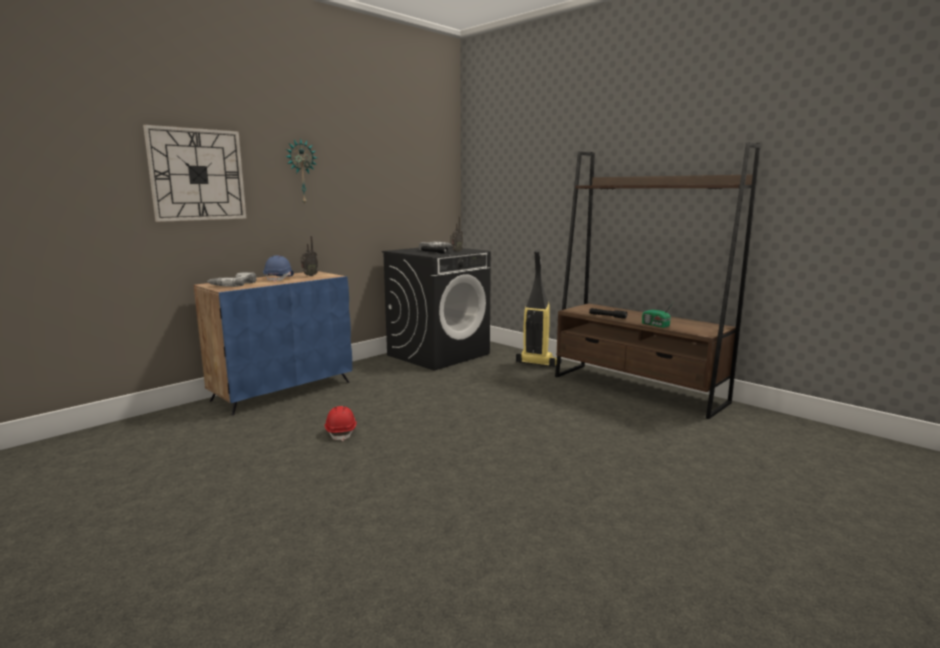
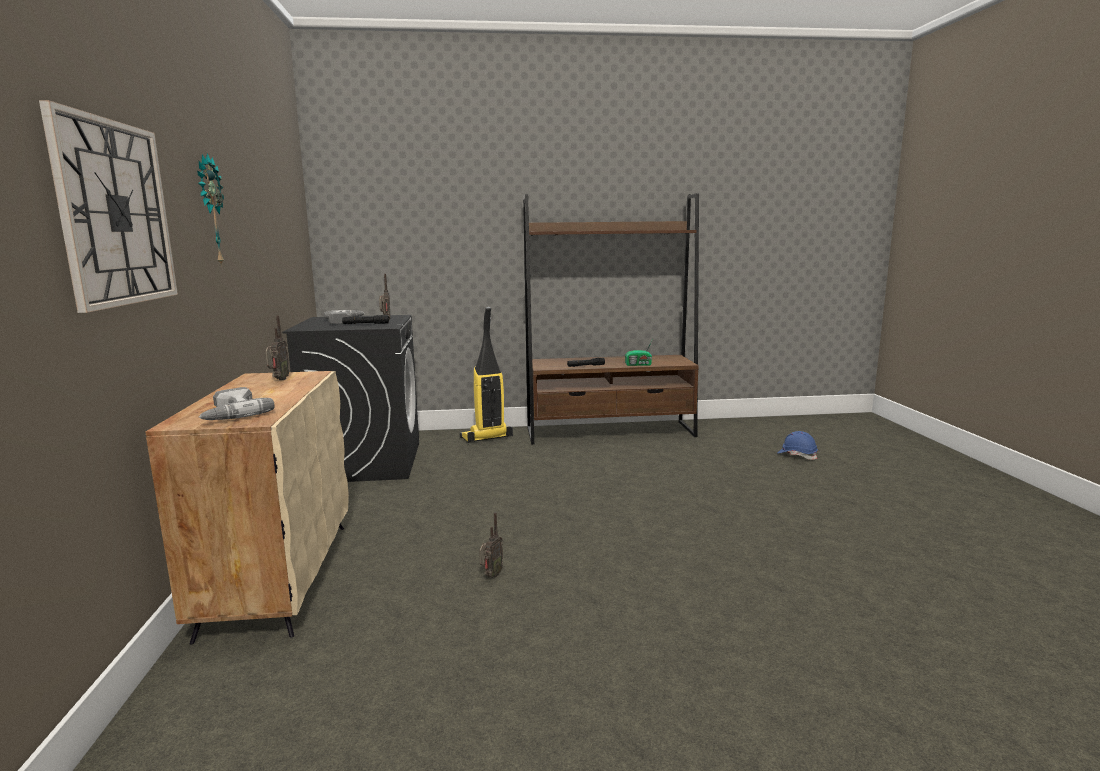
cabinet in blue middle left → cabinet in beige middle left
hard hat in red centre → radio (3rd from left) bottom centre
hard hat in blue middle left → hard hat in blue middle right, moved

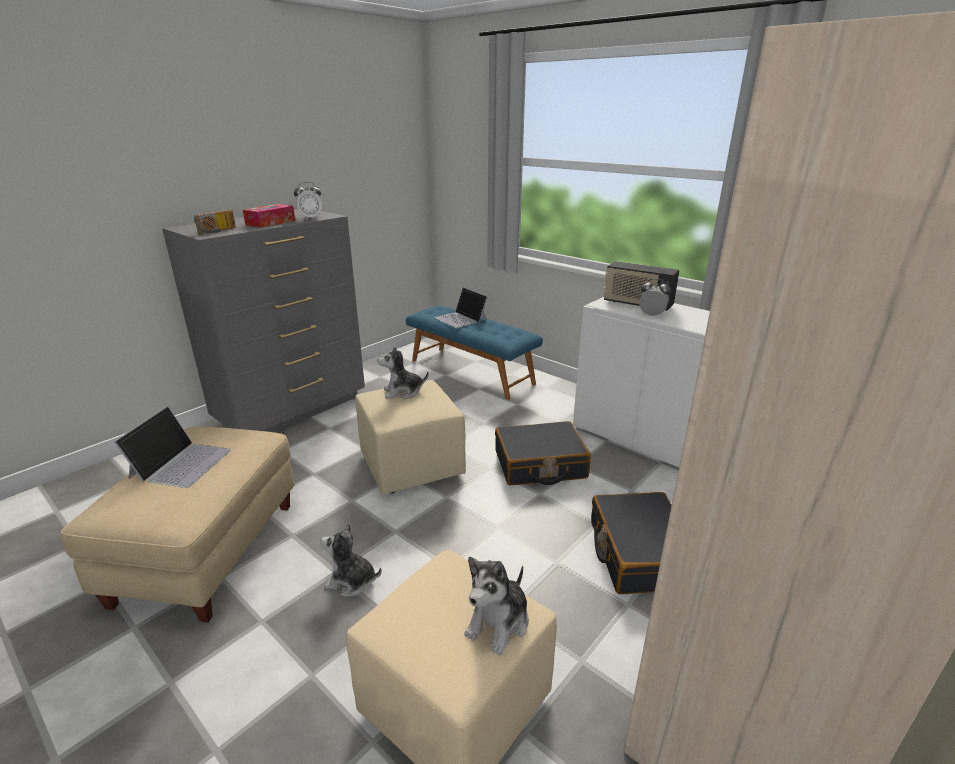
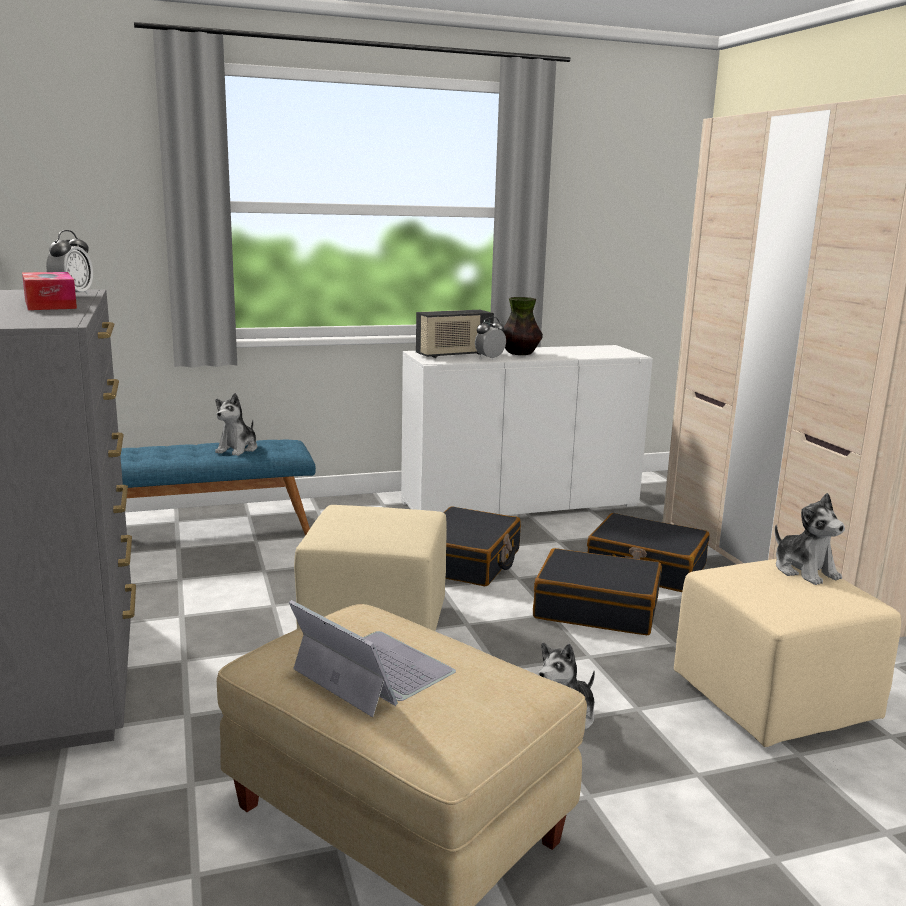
plush toy (2nd from left in the first image) centre → plush toy (1st from left) middle left, moved
- → vase centre
- → suitcase in black (2nd from left) centre
radio (1st from left) top left → -
laptop (2nd from left) centre → -

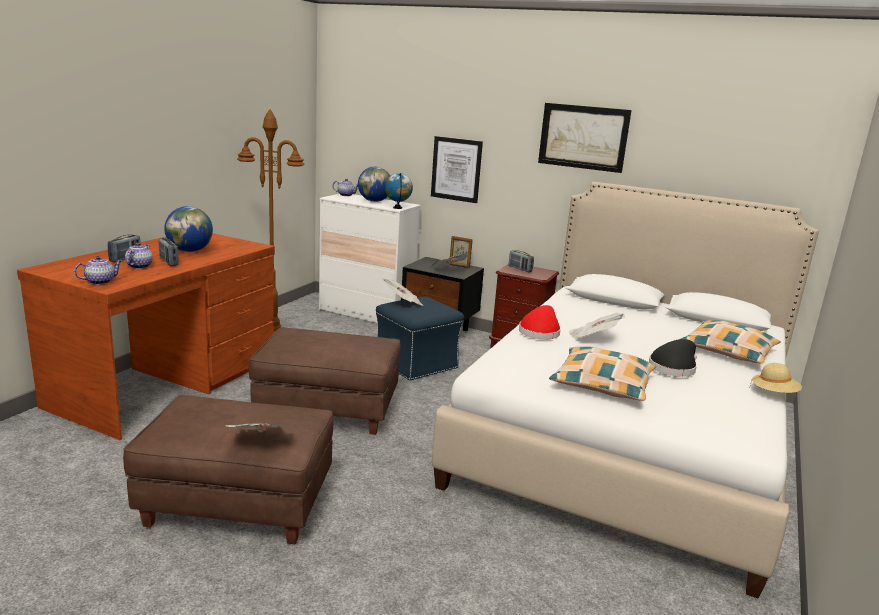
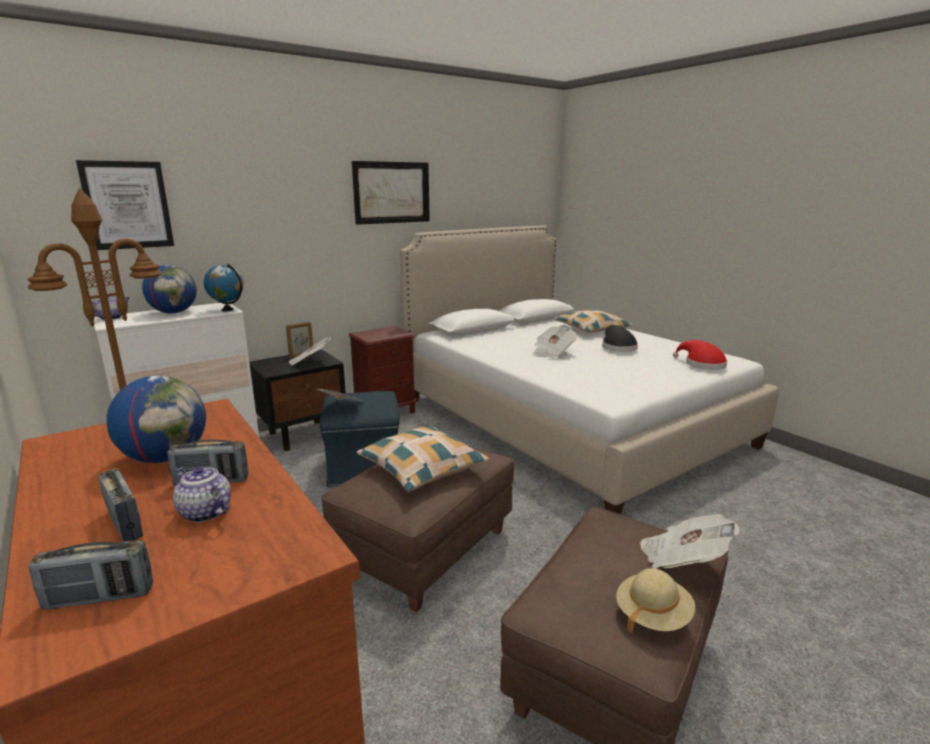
radio (3rd from left in the first image) centre → radio (1st from left) bottom left, moved
picture (1st from left) top centre → picture (1st from left) top left, moved
pillow (1st from left) middle right → pillow (1st from left) centre, moved
hat in beige middle right → hat in beige bottom right, moved
hat in red centre → hat in red middle right, moved
teapot (1st from left) middle left → -

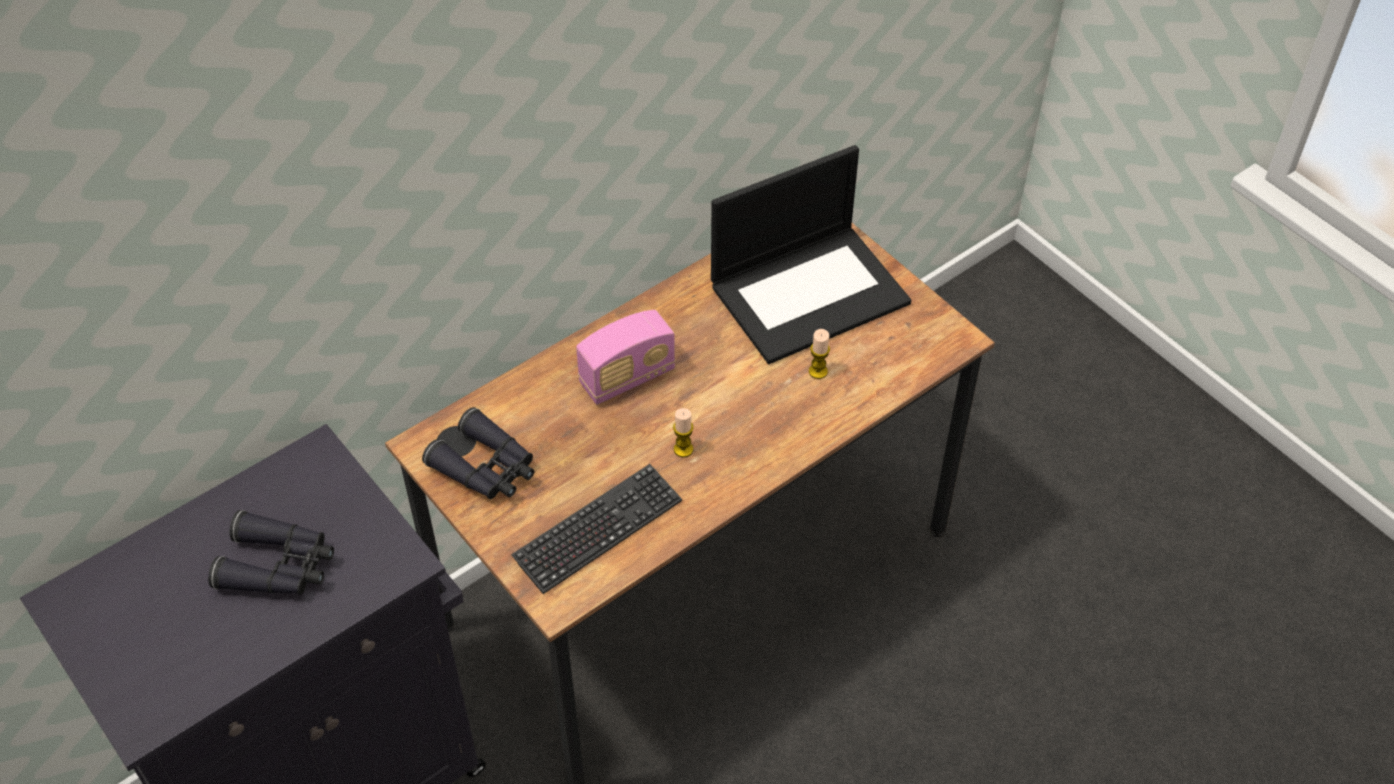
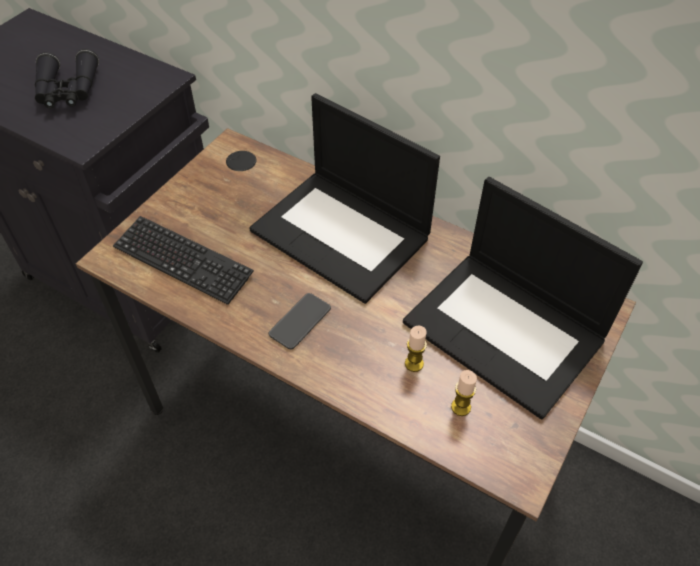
radio centre → laptop (1st from left) centre
- → phone centre
candle (1st from left in the first image) centre → candle (2nd from left) bottom centre, moved
binoculars in black (2nd from left) centre → -

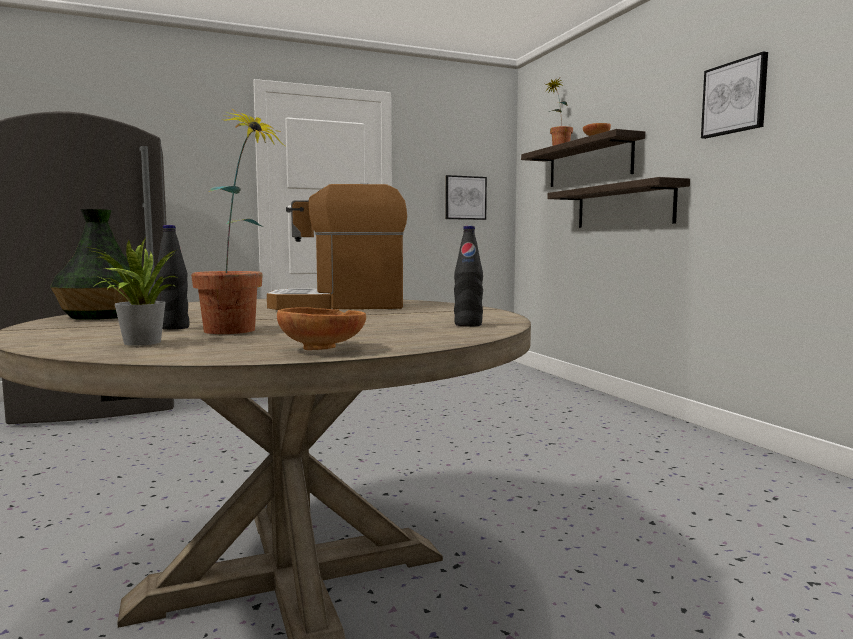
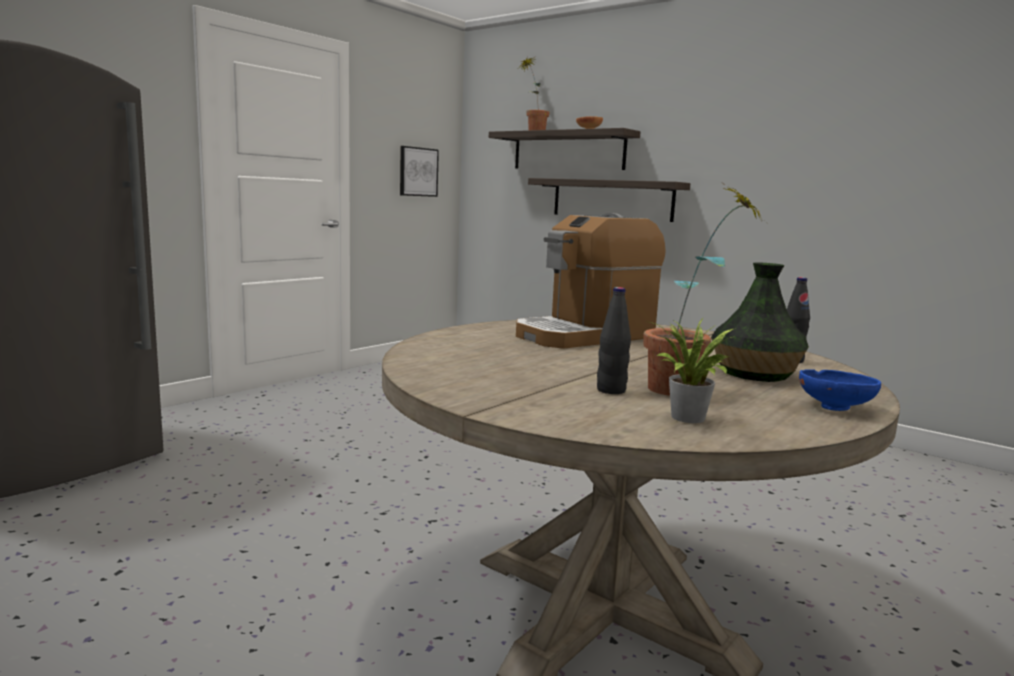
vase middle left → vase middle right, moved
bowl in brown (1st from left) centre → bowl in blue middle right
picture (2nd from left) top right → -

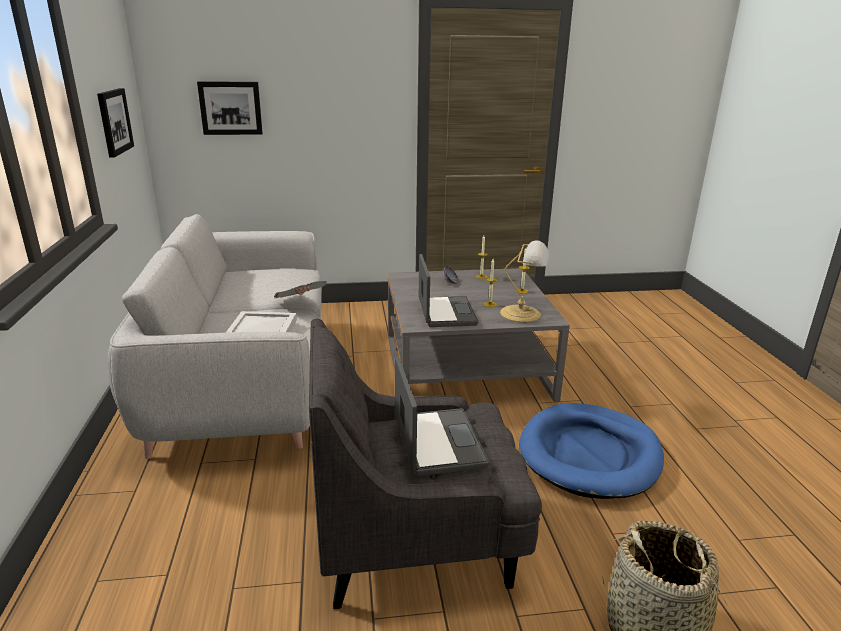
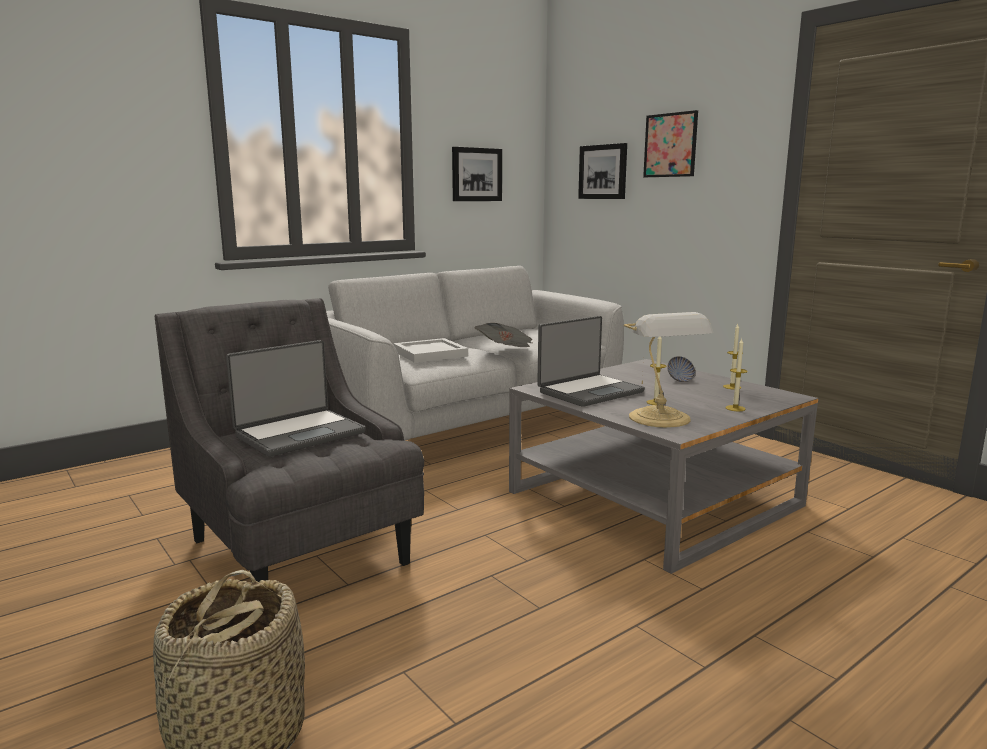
- → picture (3rd from left) top right
dog bed in blue bottom right → -

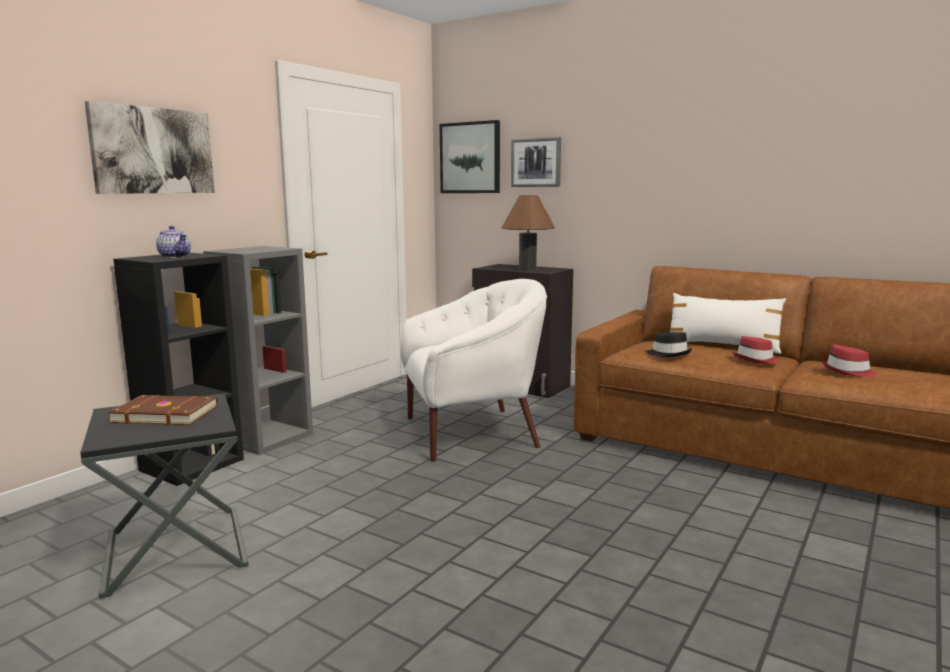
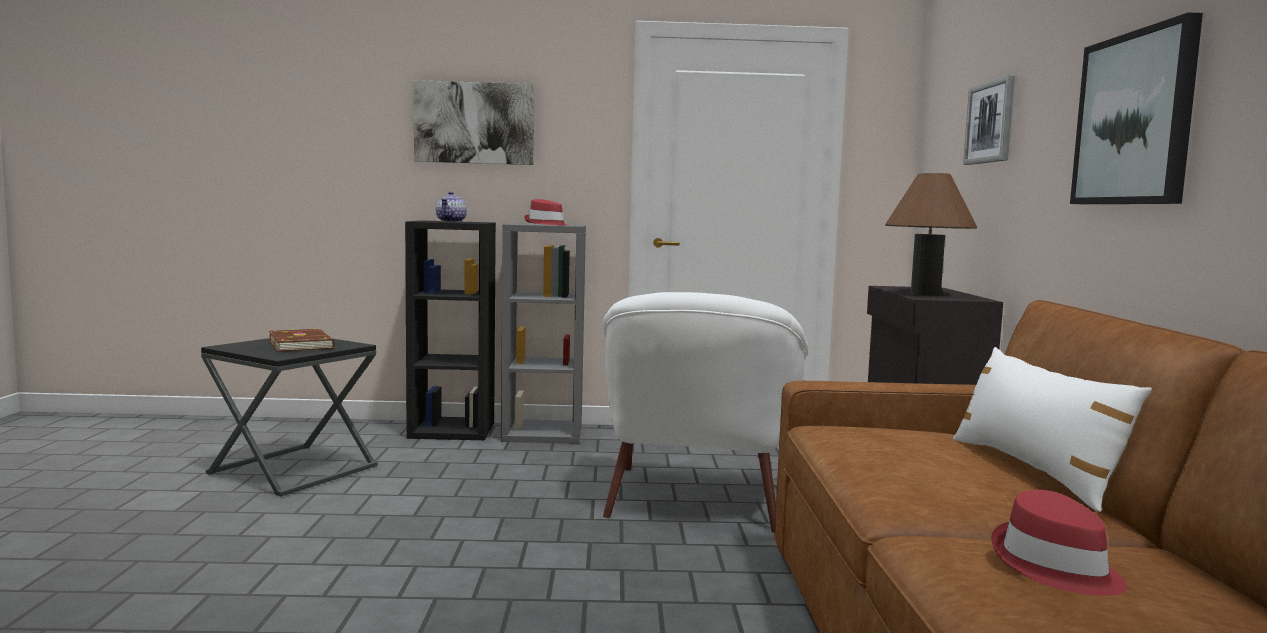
hat in red (1st from left) middle right → hat in red (1st from left) centre, moved
armchair in white centre, 60 degrees clockwise
picture (2nd from left in the first image) top centre → picture (3rd from left) top right, moved
hat in black middle right → -

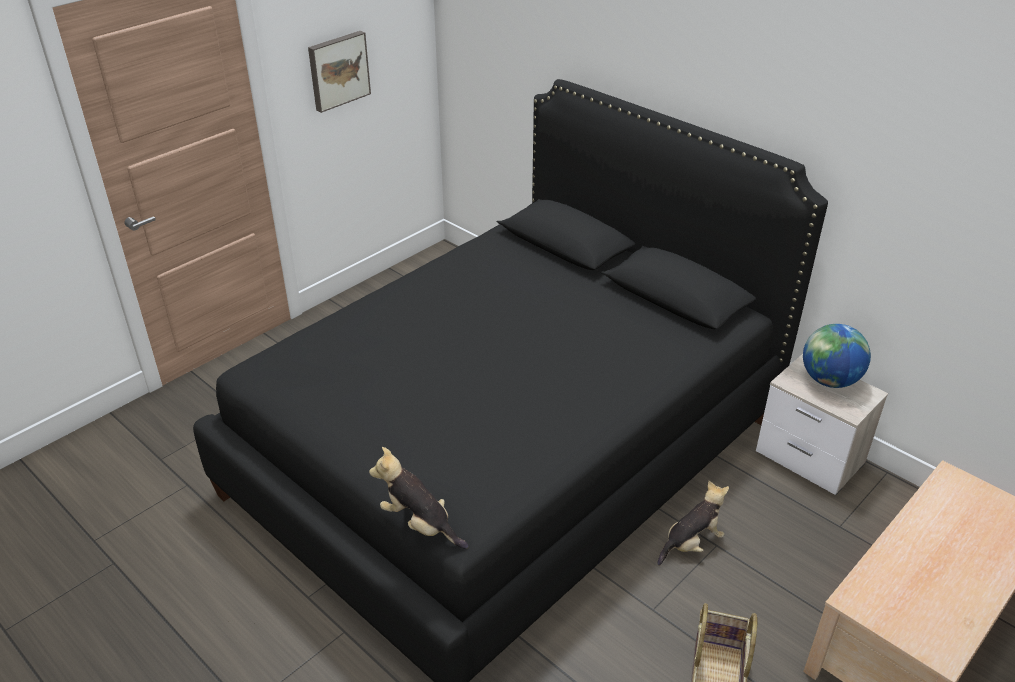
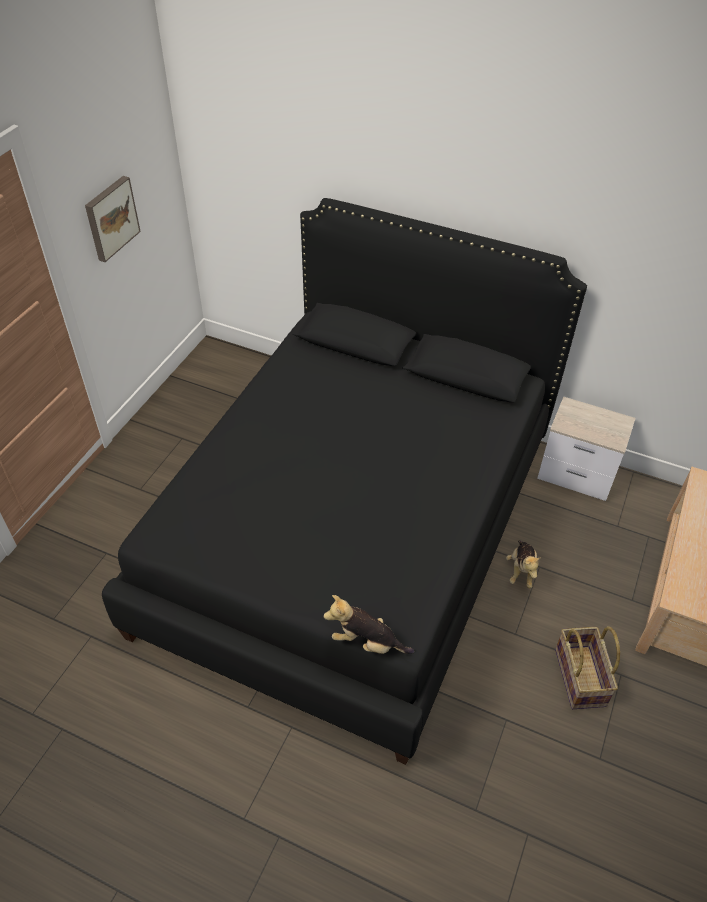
plush toy (2nd from left) bottom right → plush toy (2nd from left) middle right, 150 degrees clockwise
globe middle right → -

